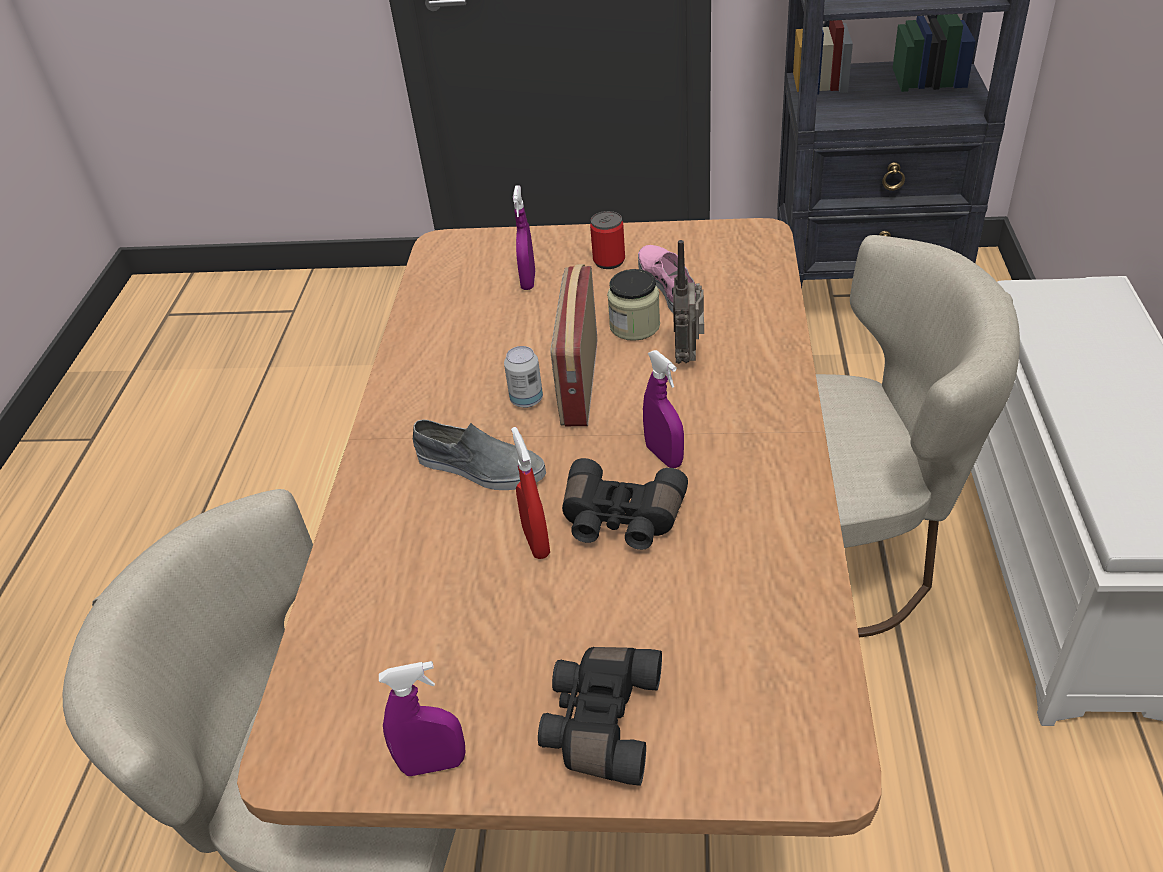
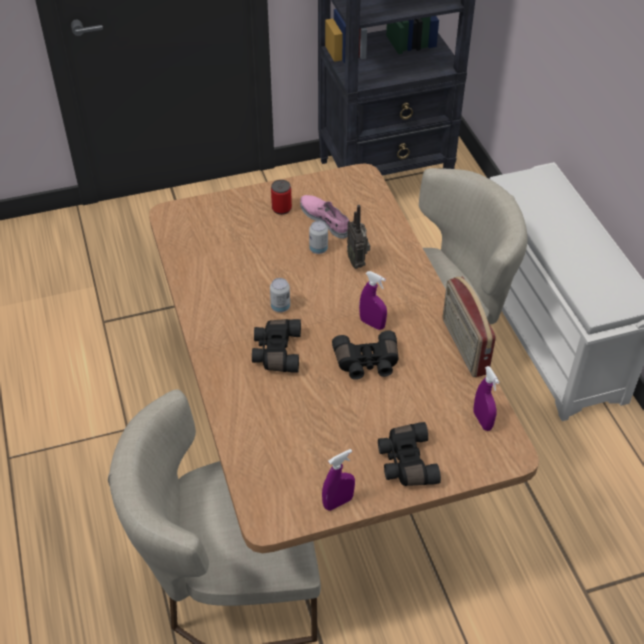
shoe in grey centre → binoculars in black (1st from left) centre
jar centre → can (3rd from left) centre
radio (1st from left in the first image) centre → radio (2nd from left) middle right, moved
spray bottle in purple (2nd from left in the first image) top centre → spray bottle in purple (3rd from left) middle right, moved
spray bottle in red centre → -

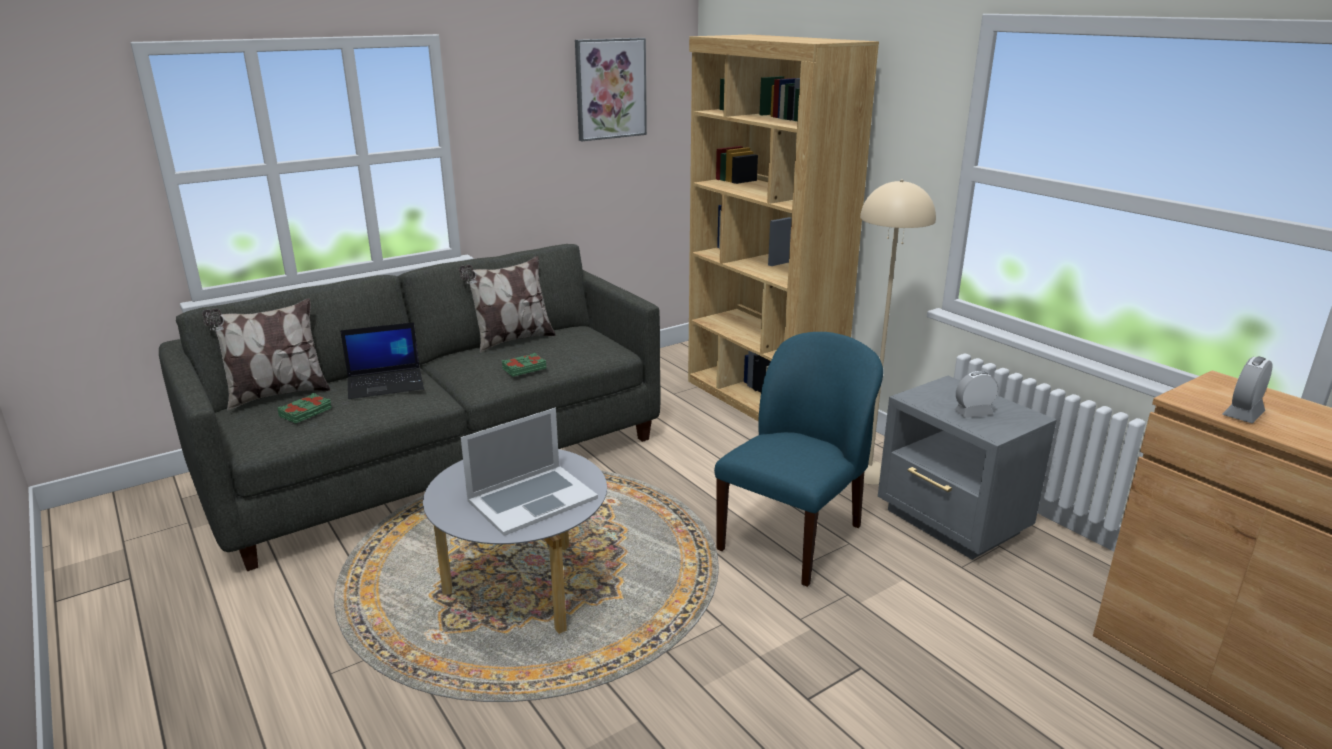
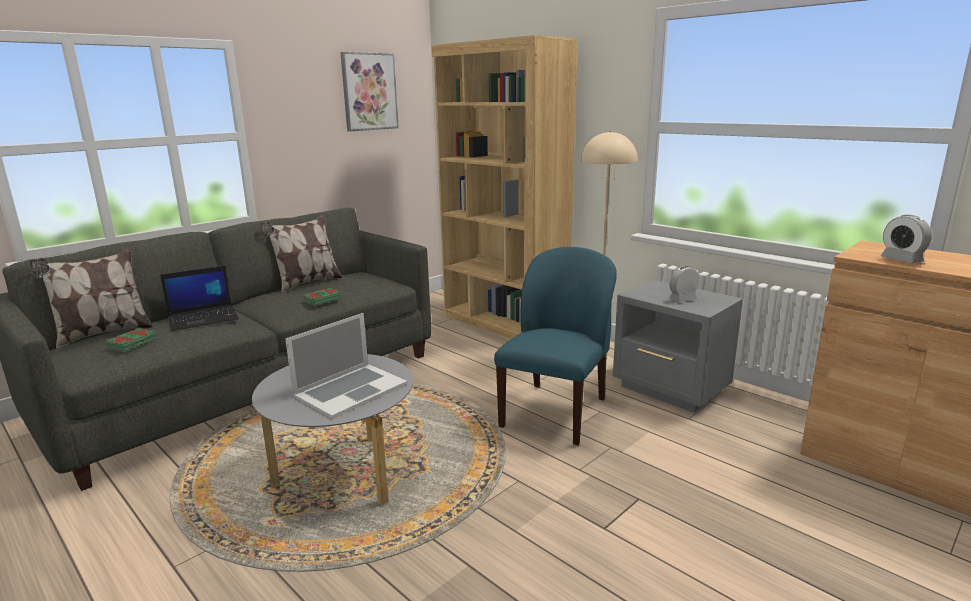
alarm clock (2nd from left) middle right, 60 degrees counterclockwise

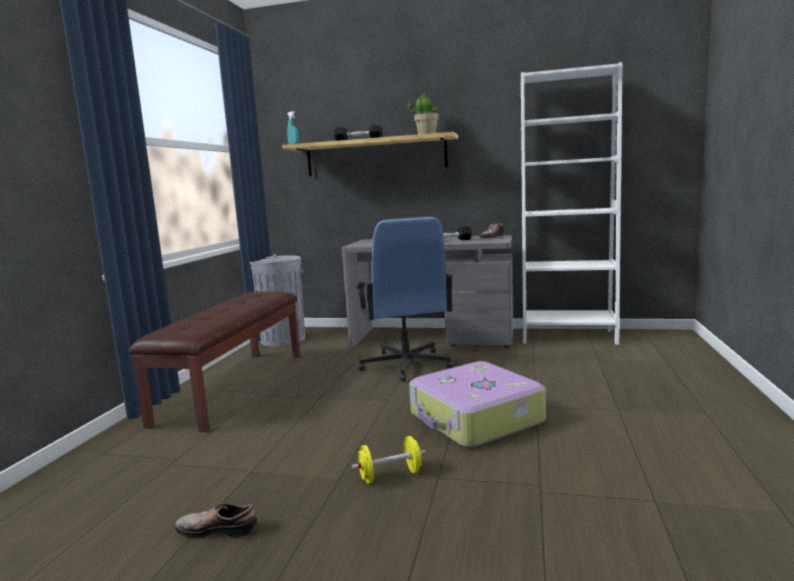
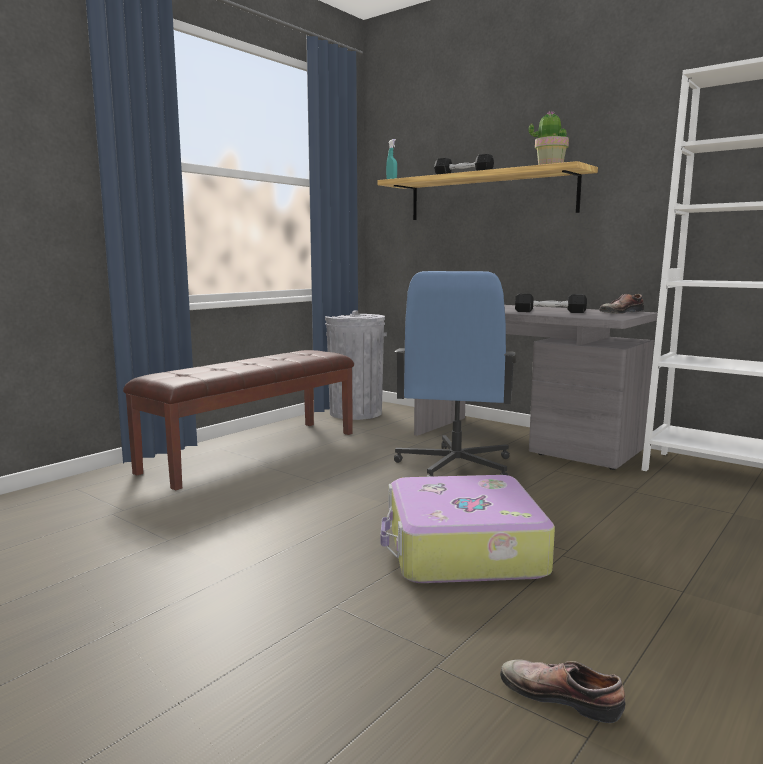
shoe (1st from left) bottom left → shoe (1st from left) bottom right, moved
dumbbell in yellow bottom centre → -

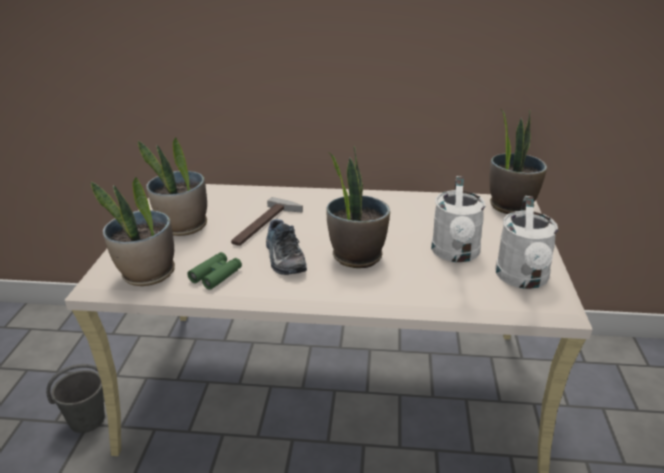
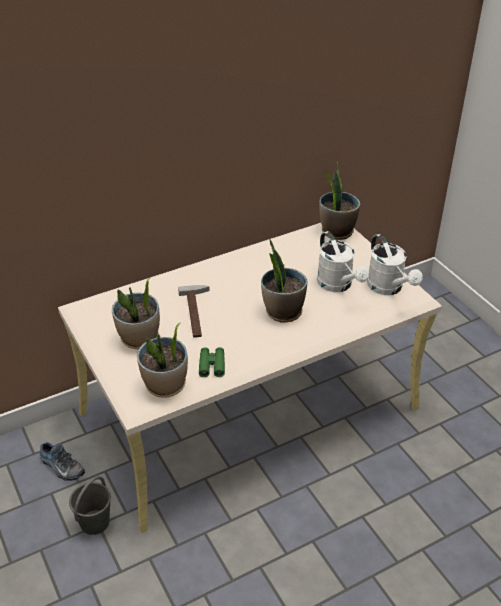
shoe centre → shoe bottom left, moved

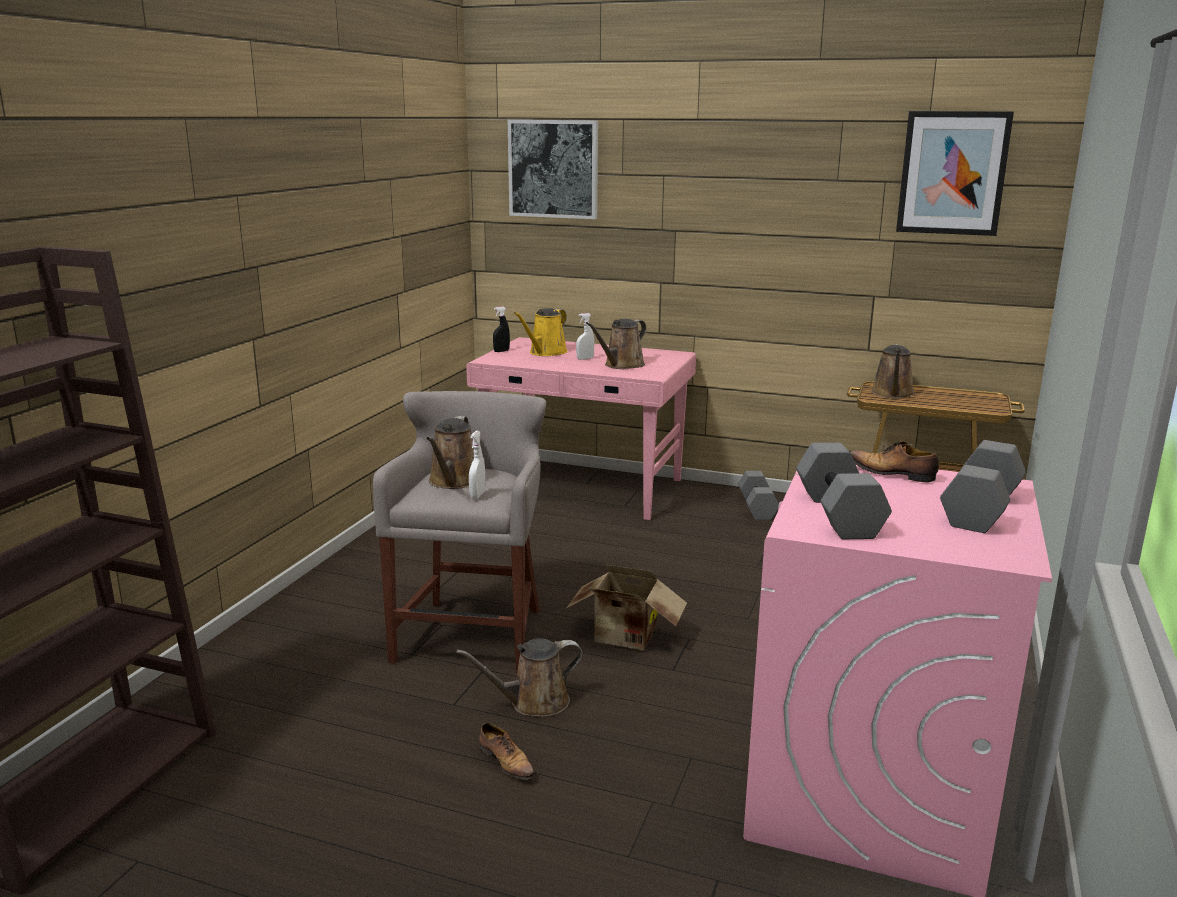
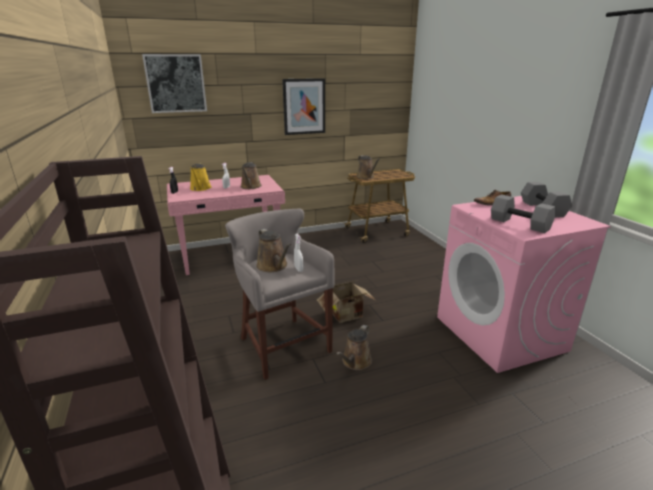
picture (2nd from left) top right → picture (2nd from left) top centre, moved
shoe (1st from left) bottom centre → -
dumbbell in grey (1st from left) centre → -

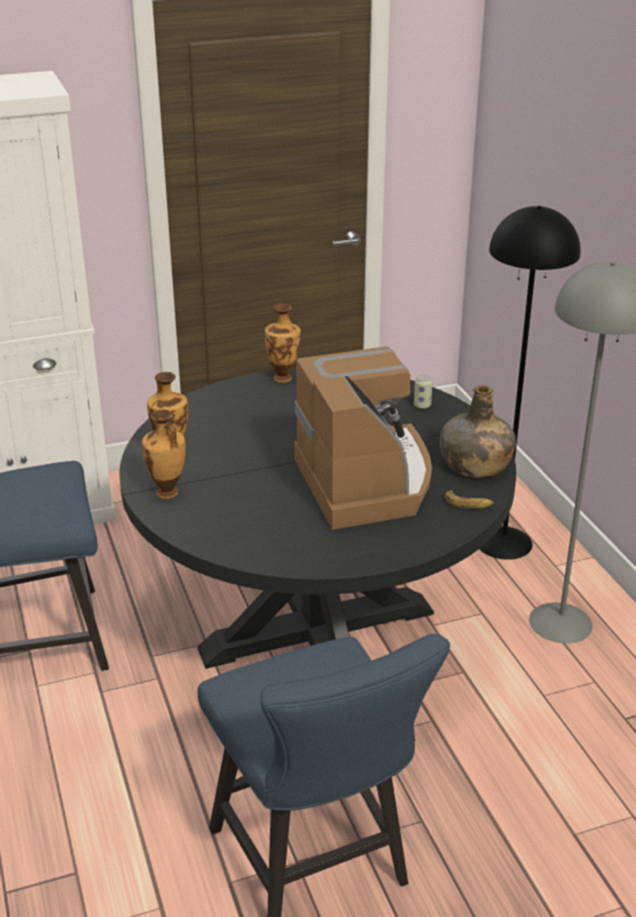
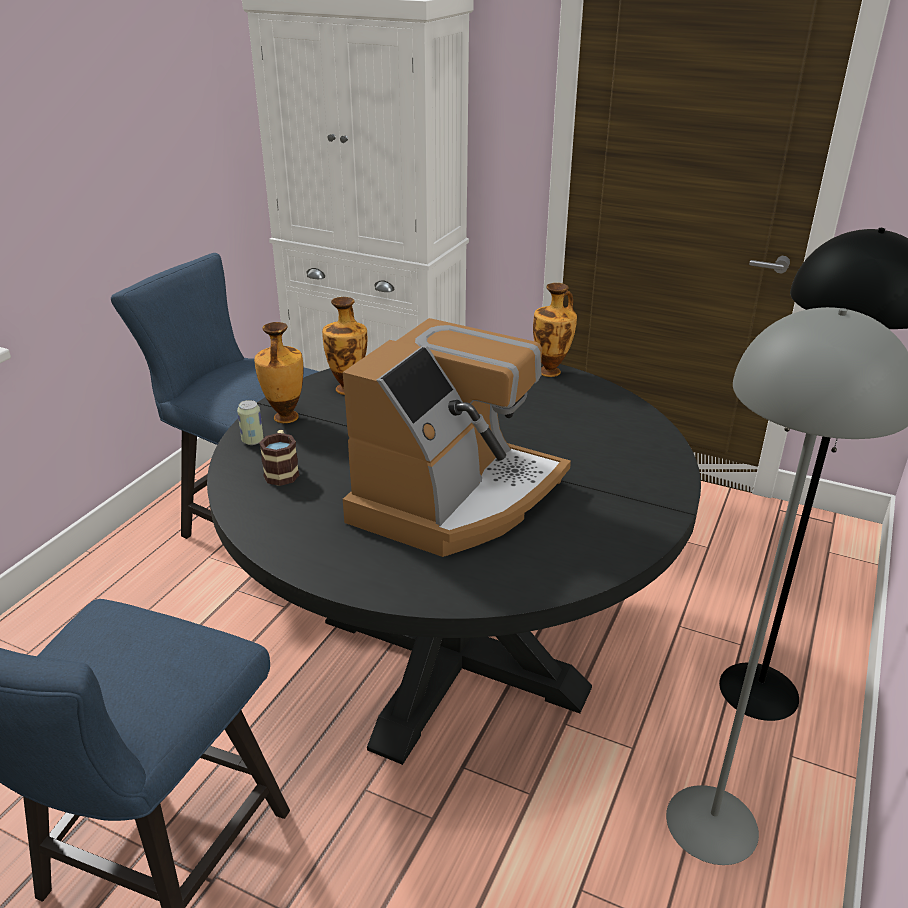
can centre → can middle left, moved
- → mug middle left
bottle in green middle right → -
banana middle right → -

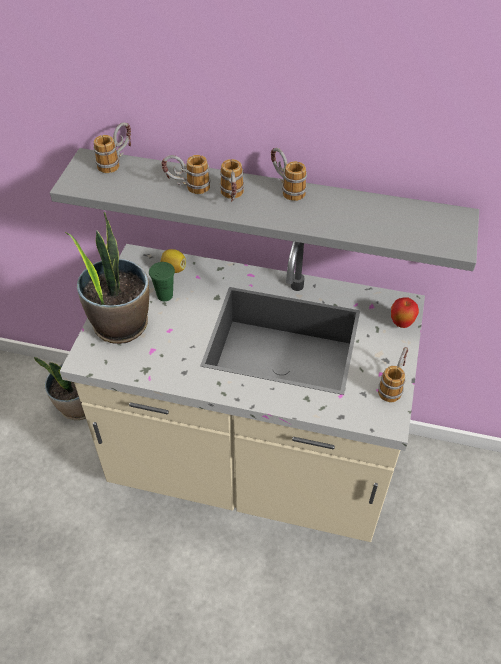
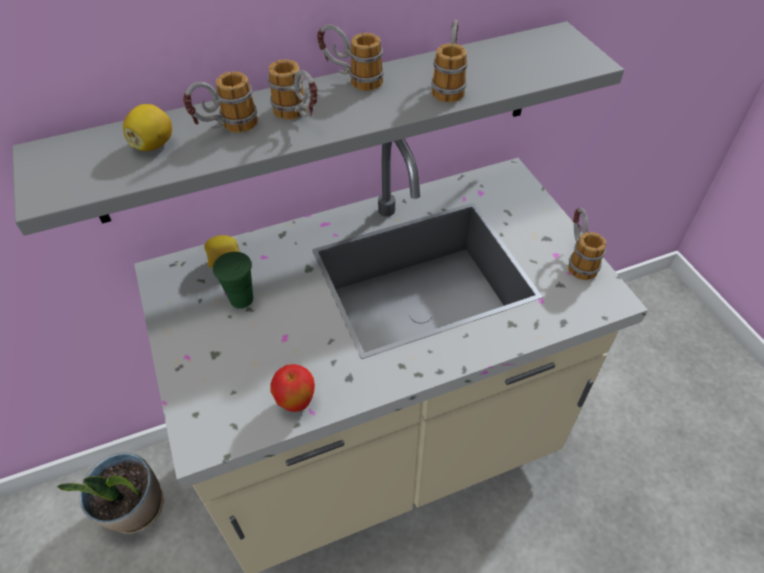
- → lemon (1st from left) top left
apple middle right → apple bottom centre, moved
mug (1st from left in the first image) top left → mug (4th from left) top centre, moved
potted plant (2nd from left) middle left → -

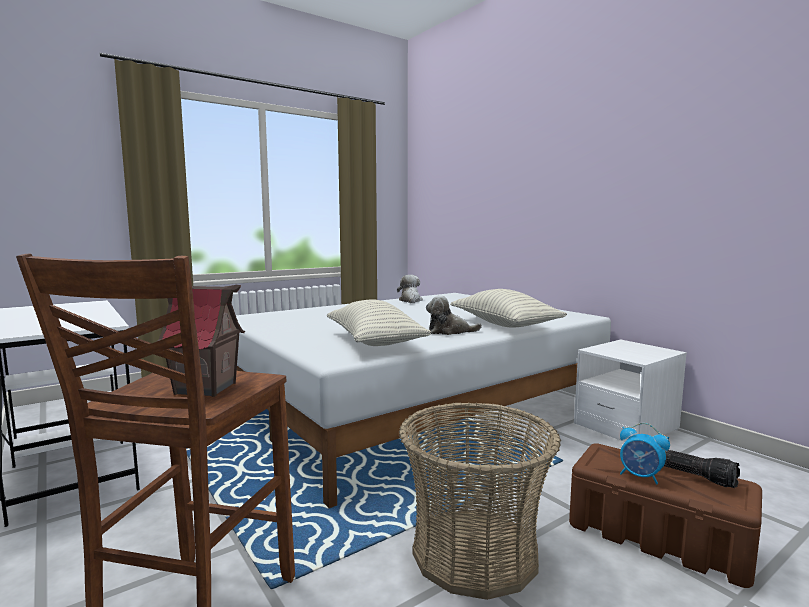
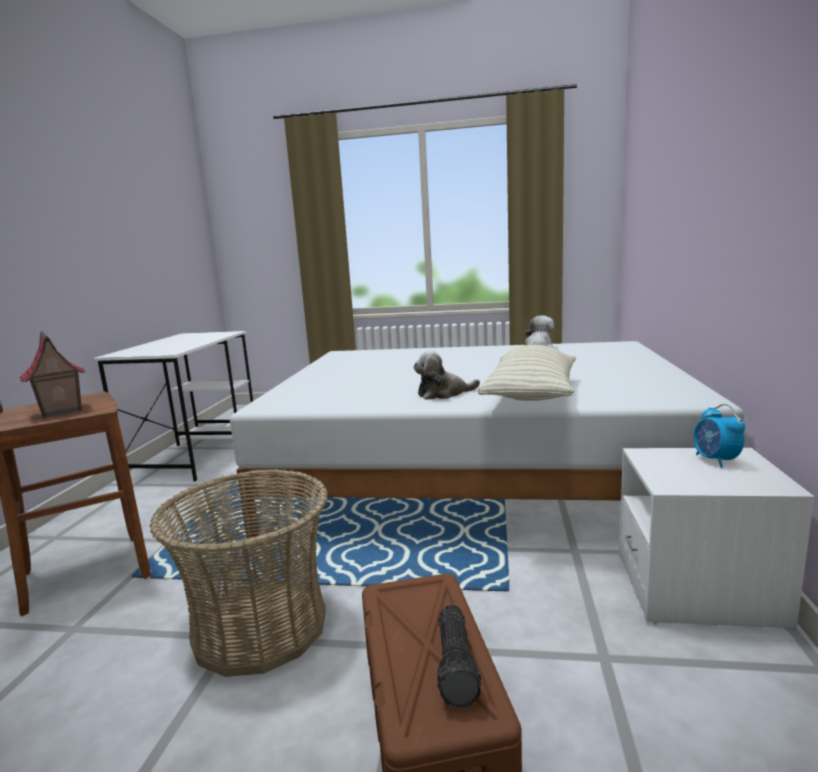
plush toy (2nd from left in the first image) centre → plush toy (1st from left) centre, 60 degrees counterclockwise
alarm clock bottom right → alarm clock middle right, moved
pillow (1st from left) centre → -

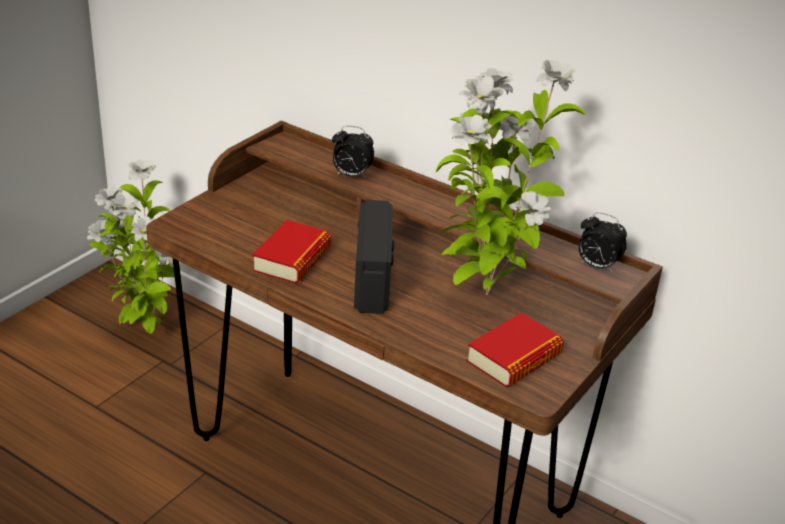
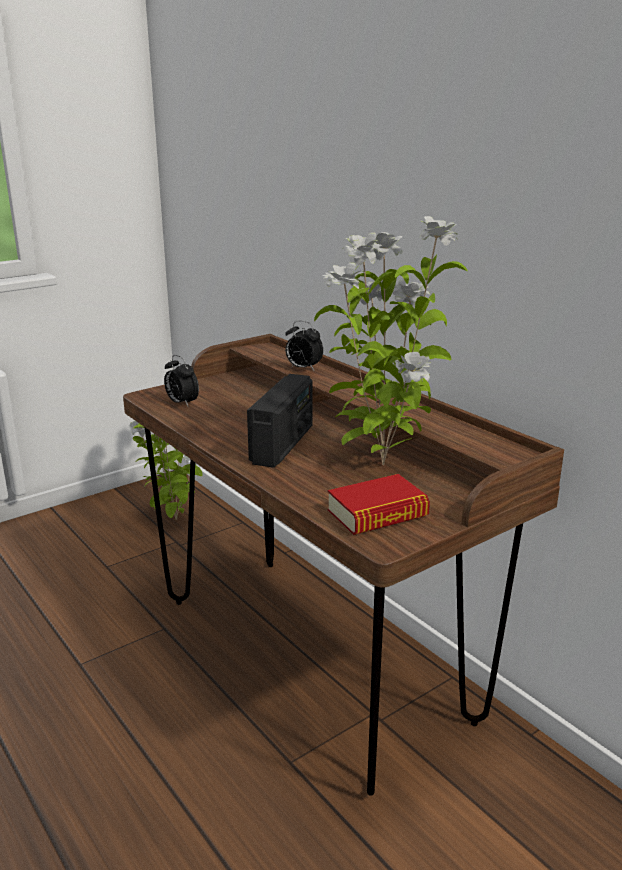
alarm clock (2nd from left in the first image) middle right → alarm clock (1st from left) middle left, moved
book (1st from left) centre → -

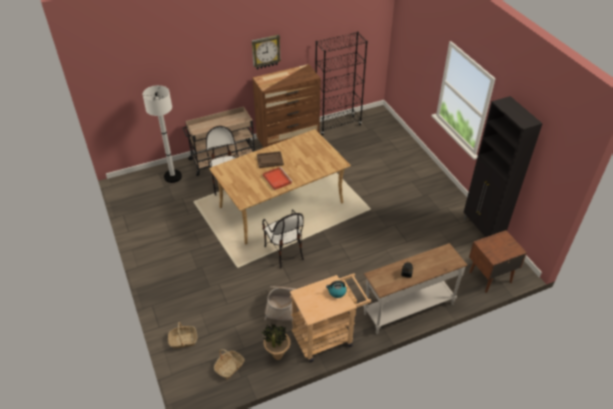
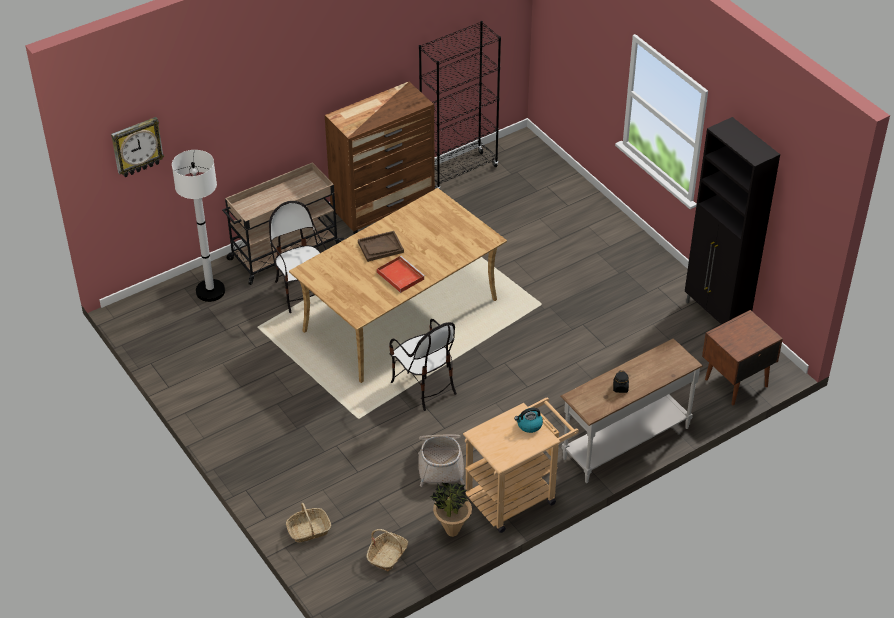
wall clock top centre → wall clock top left, moved

